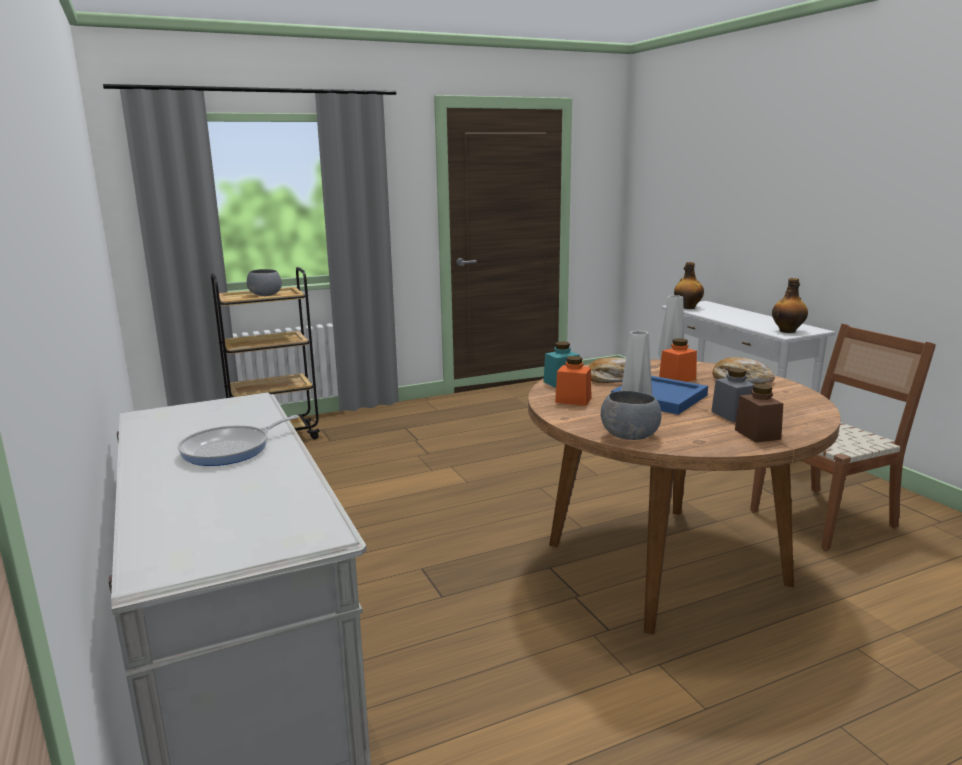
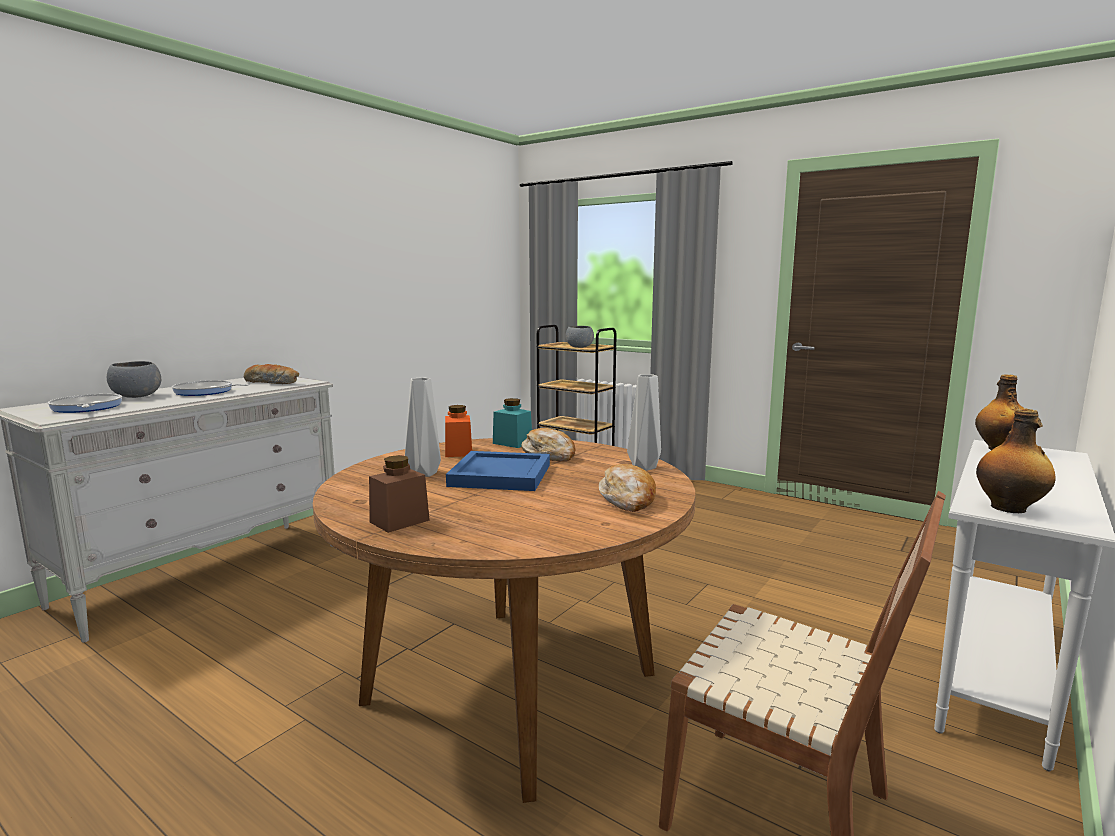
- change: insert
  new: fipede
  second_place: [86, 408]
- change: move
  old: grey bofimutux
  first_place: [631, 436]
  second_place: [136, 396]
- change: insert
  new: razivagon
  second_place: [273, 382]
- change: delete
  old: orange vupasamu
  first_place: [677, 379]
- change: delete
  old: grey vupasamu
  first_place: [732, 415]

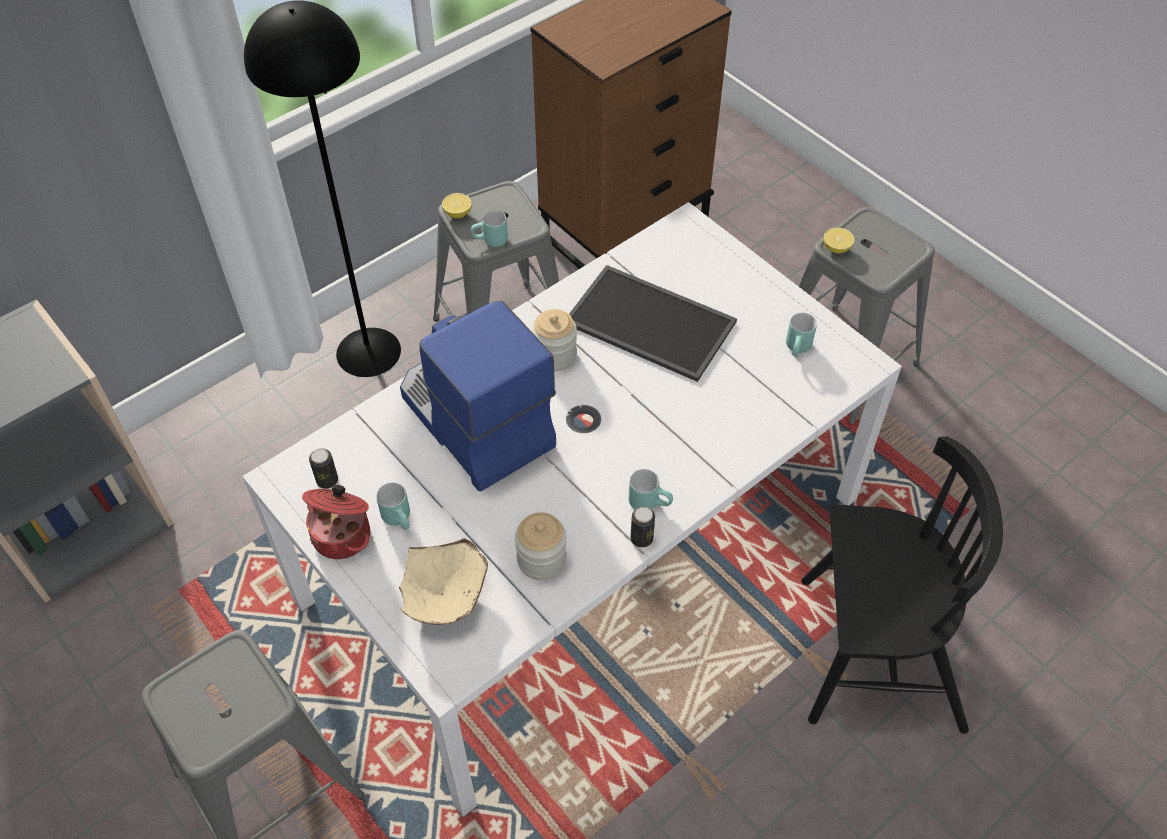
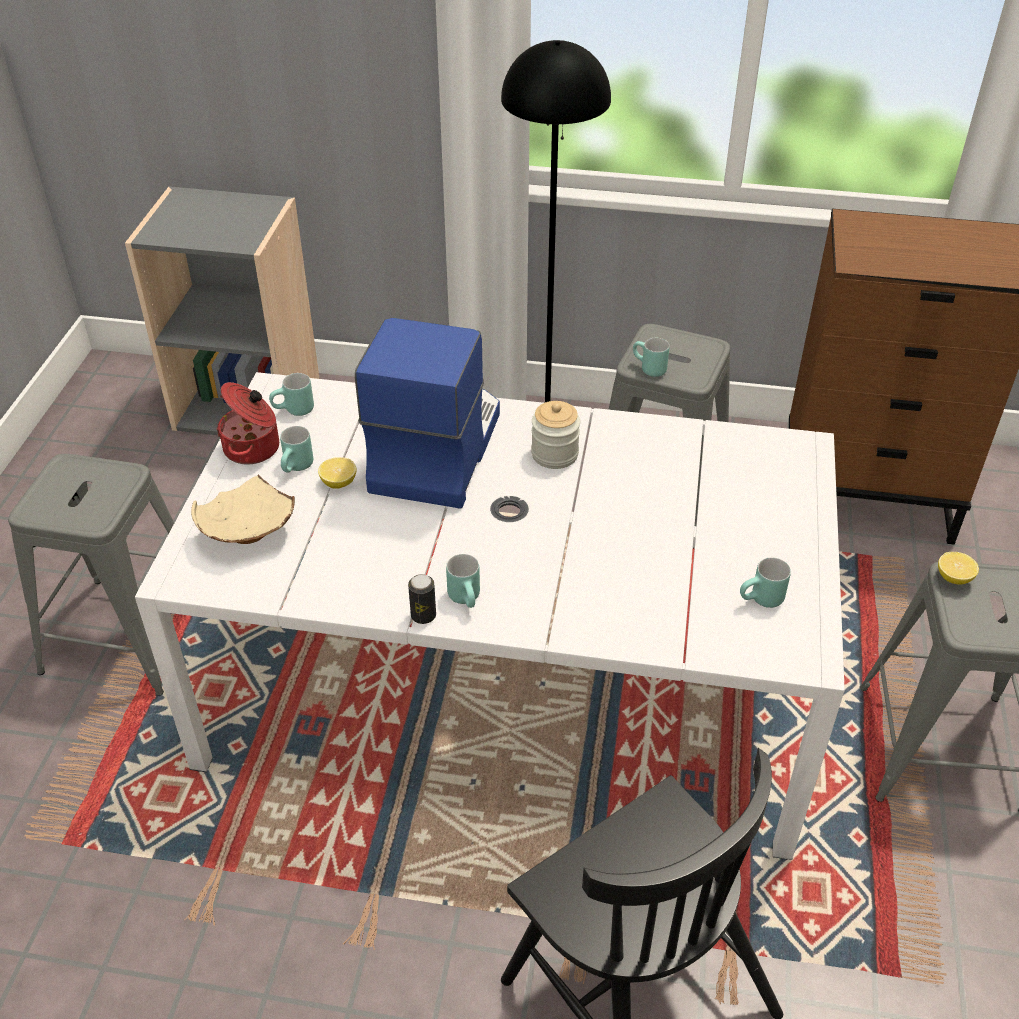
- change: replace
  old: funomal
  new: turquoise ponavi
  first_place: [327, 480]
  second_place: [294, 411]
- change: move
  old: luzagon
  first_place: [457, 213]
  second_place: [339, 483]
- change: delete
  old: vupasamu
  first_place: [541, 559]
- change: delete
  old: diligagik
  first_place: [652, 322]

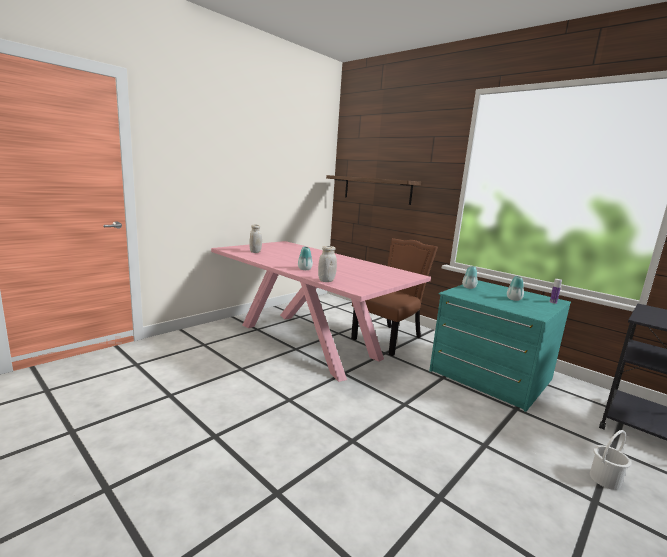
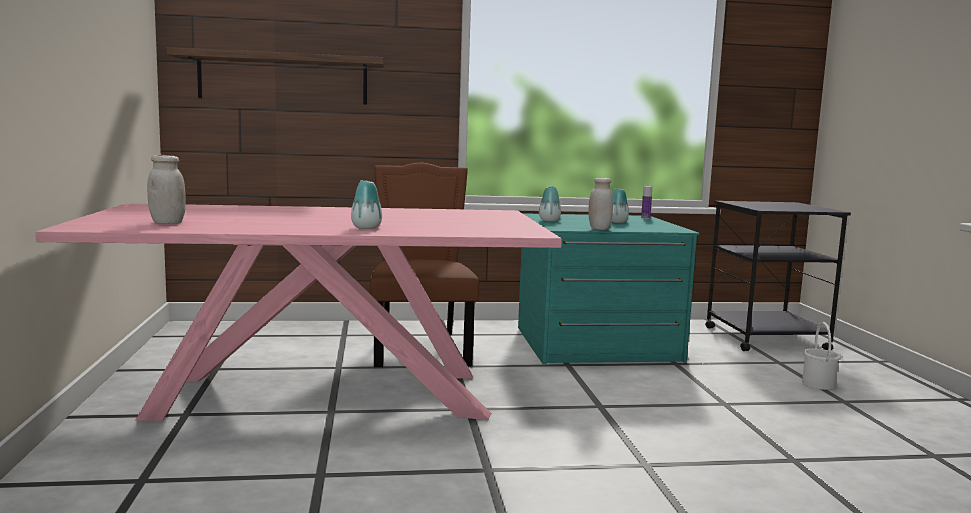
- change: move
  old: white vupasamu
  first_place: [326, 280]
  second_place: [599, 229]

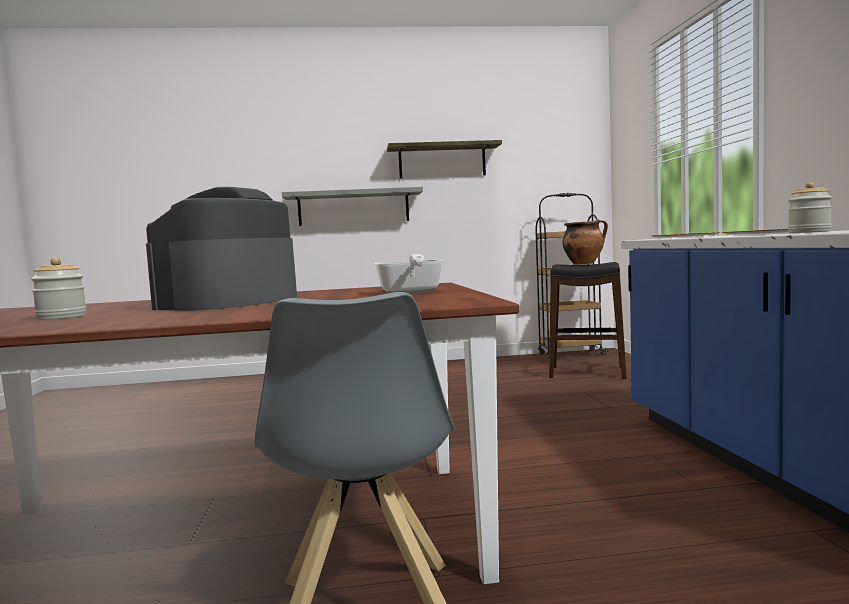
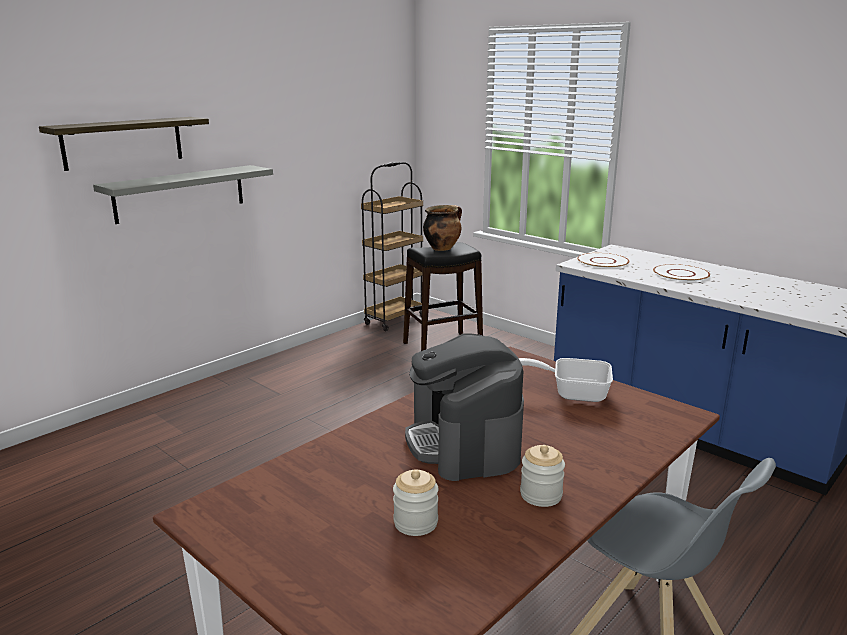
- change: move
  old: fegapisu
  first_place: [442, 161]
  second_place: [123, 142]
- change: rotate
  old: fipede
  first_place: [409, 293]
  second_place: [572, 392]
  degrees: 150
- change: move
  old: vupasamu
  first_place: [809, 232]
  second_place: [541, 495]

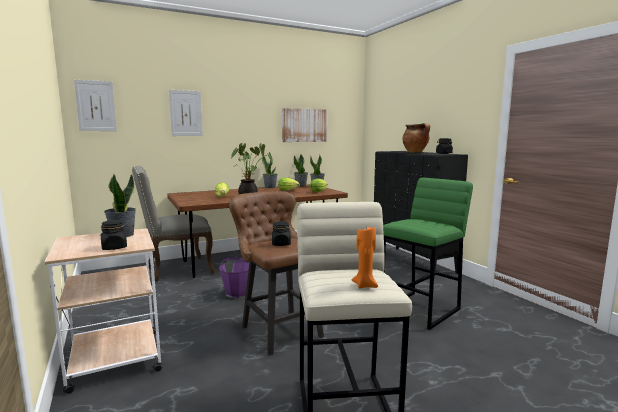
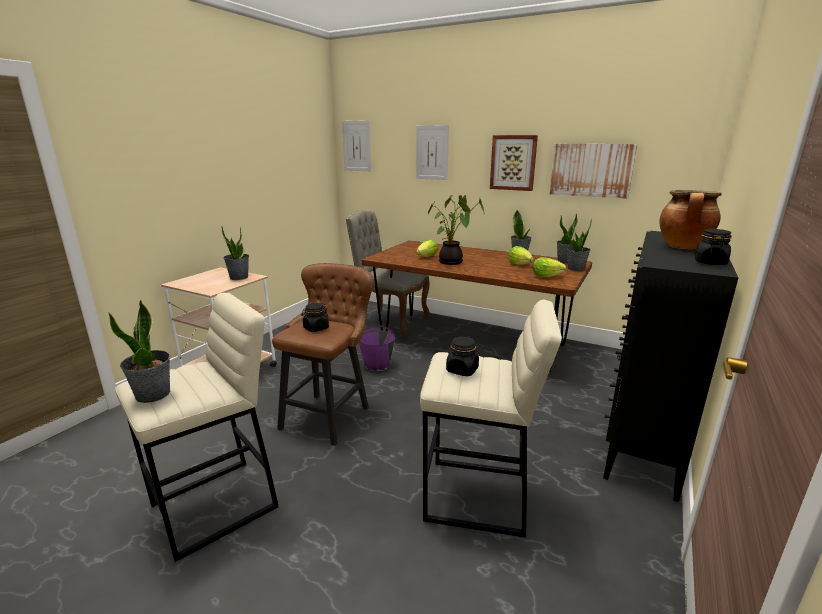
- change: replace
  old: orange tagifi
  new: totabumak
  first_place: [365, 285]
  second_place: [153, 394]
- change: recolor
  old: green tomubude
  new: beige tomubude
  first_place: [421, 309]
  second_place: [479, 496]
- change: move
  old: black vupasamu
  first_place: [114, 247]
  second_place: [462, 370]
- change: insert
  new: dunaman
  second_place: [513, 162]

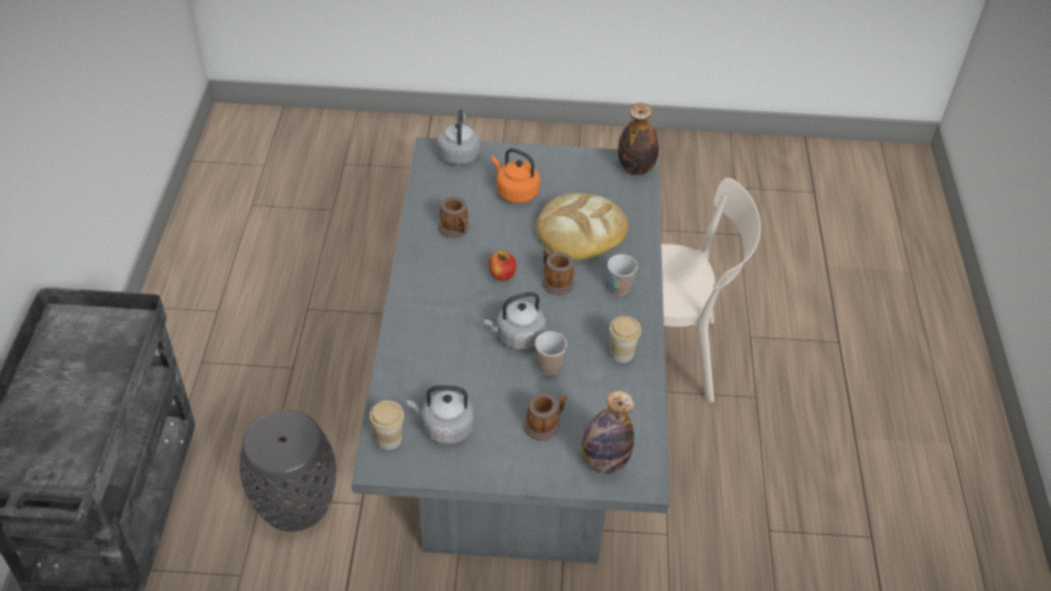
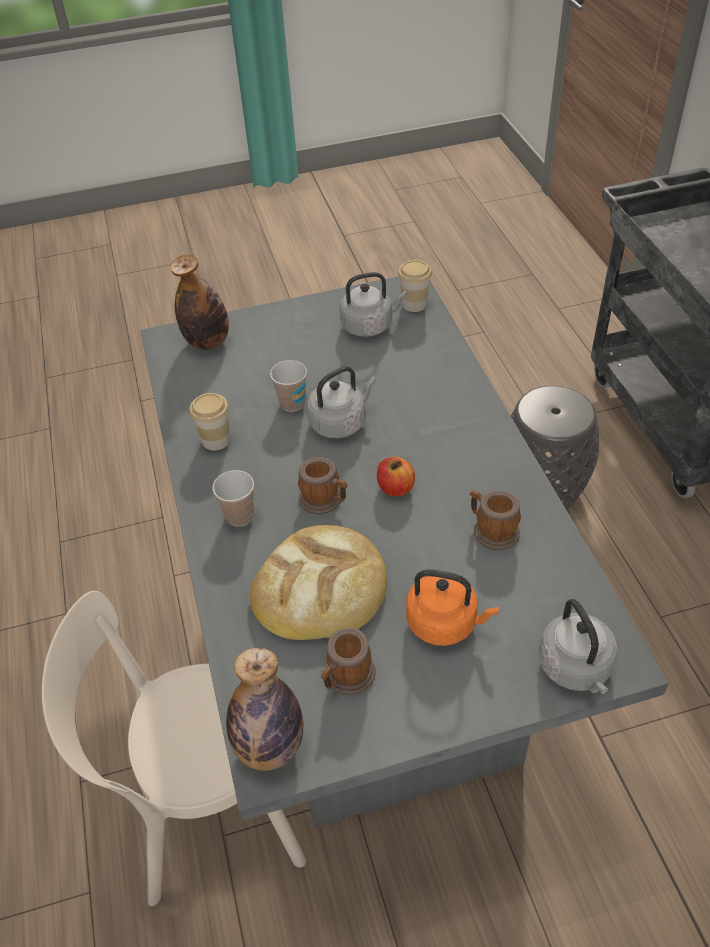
- change: move
  old: ponavi
  first_place: [545, 424]
  second_place: [346, 677]

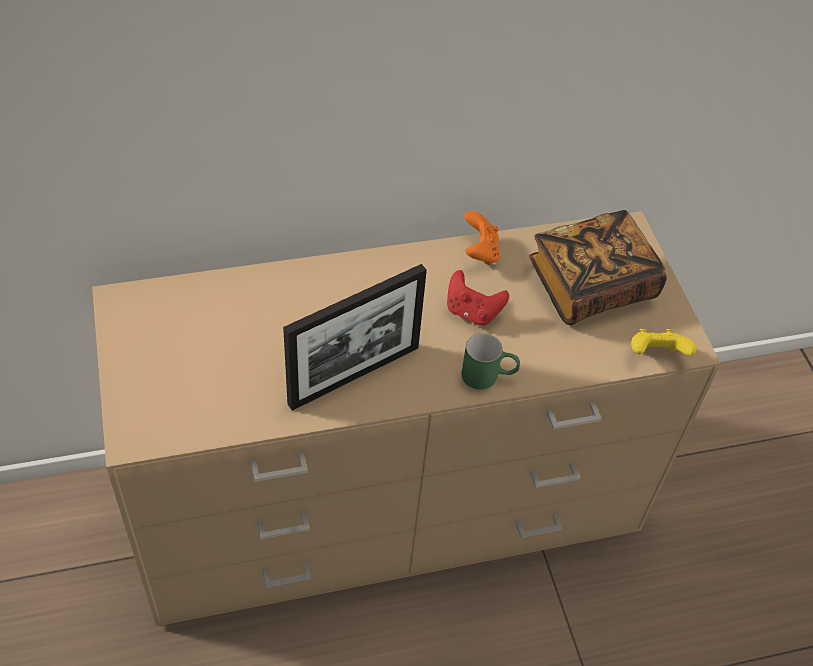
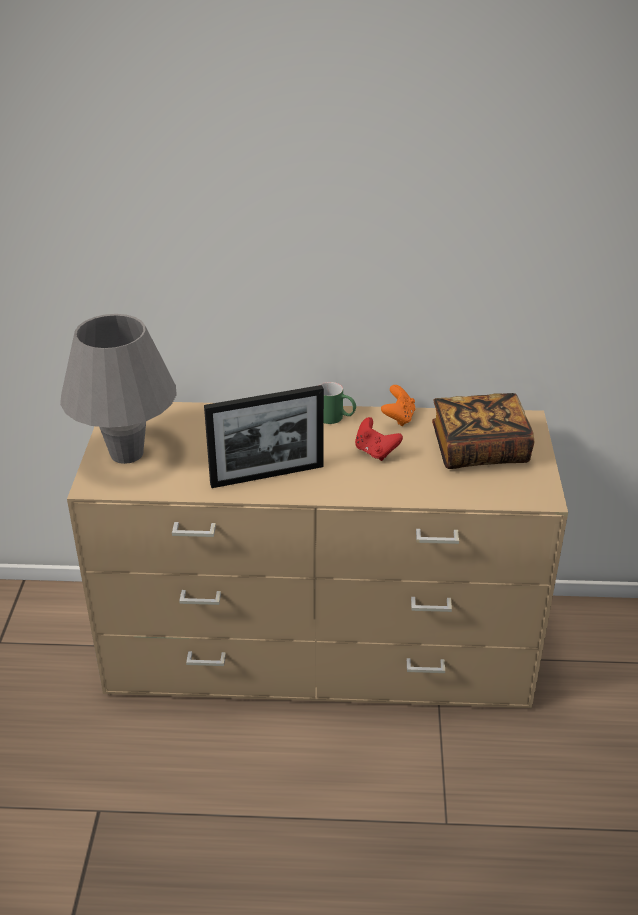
- change: insert
  new: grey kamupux
  second_place: [126, 454]
- change: move
  old: green ponavi
  first_place: [488, 376]
  second_place: [336, 418]
- change: delete
  old: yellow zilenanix
  first_place: [655, 355]

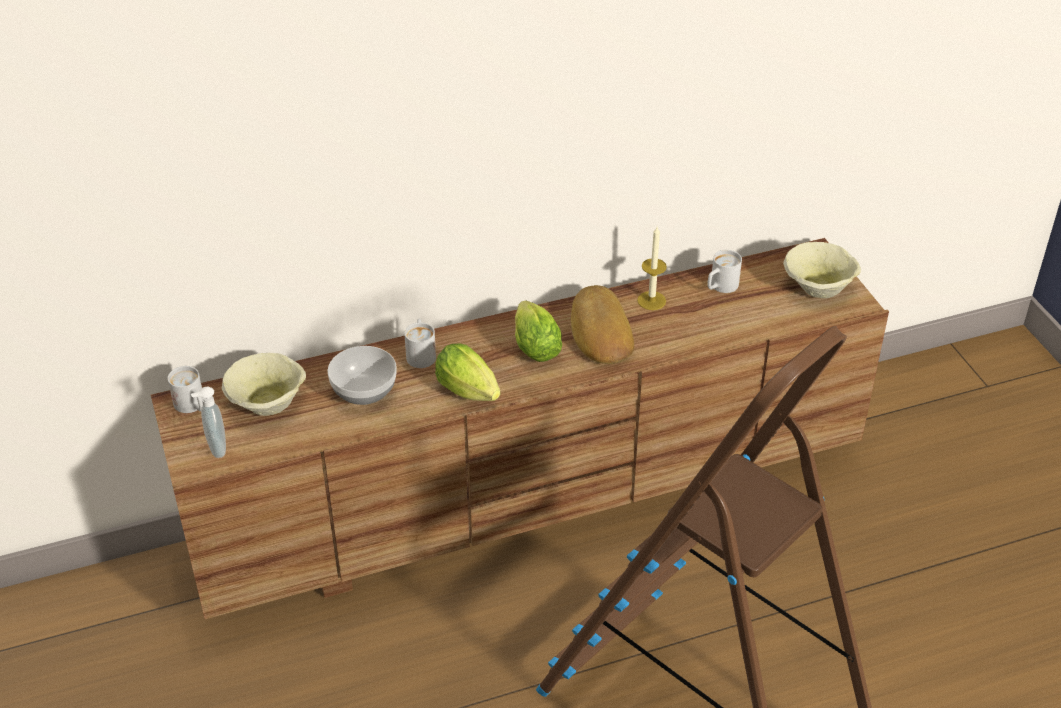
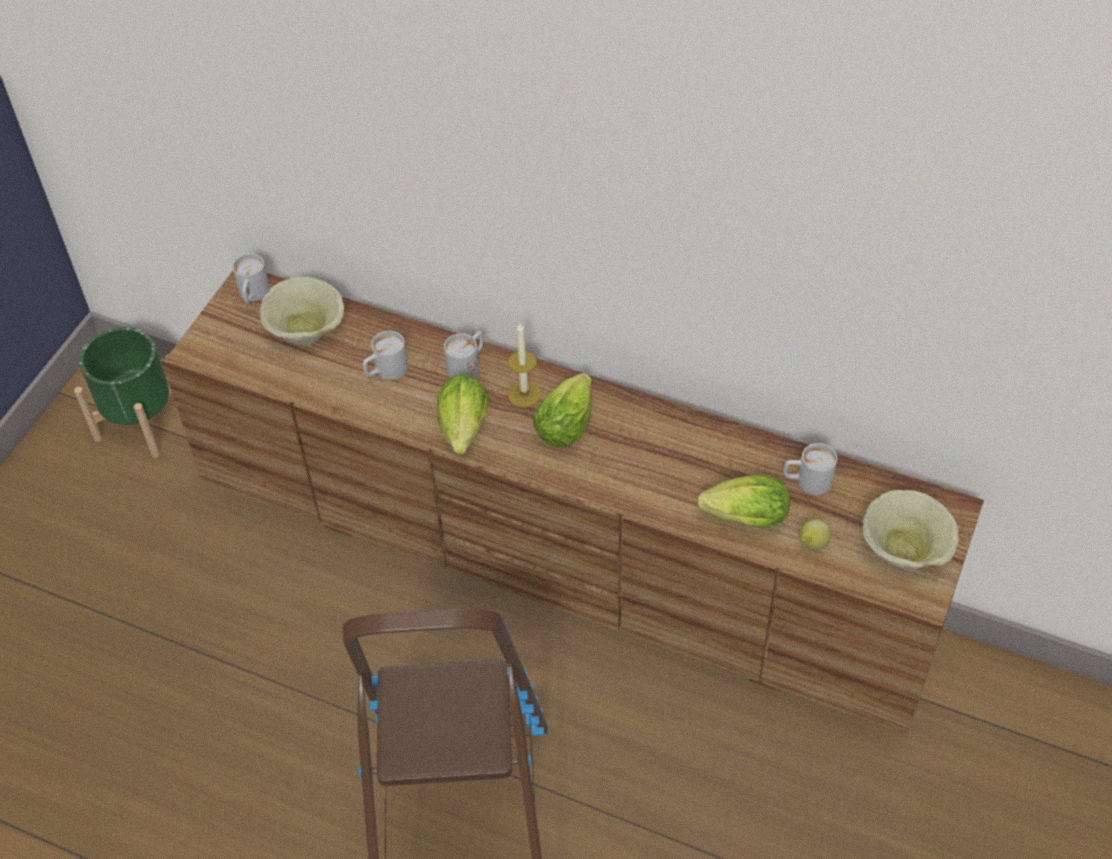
- change: insert
  new: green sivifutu
  second_place: [141, 422]
- change: replace
  old: bofimutux
  new: white ponavi
  first_place: [365, 392]
  second_place: [385, 371]
- change: move
  old: tagifi
  first_place: [651, 300]
  second_place: [524, 394]
- change: insert
  new: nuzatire
  second_place: [741, 518]
- change: insert
  new: luzagon
  second_place: [812, 544]
- change: delete
  old: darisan
  first_place: [215, 449]
- change: delete
  old: razivagon
  first_place: [599, 332]

